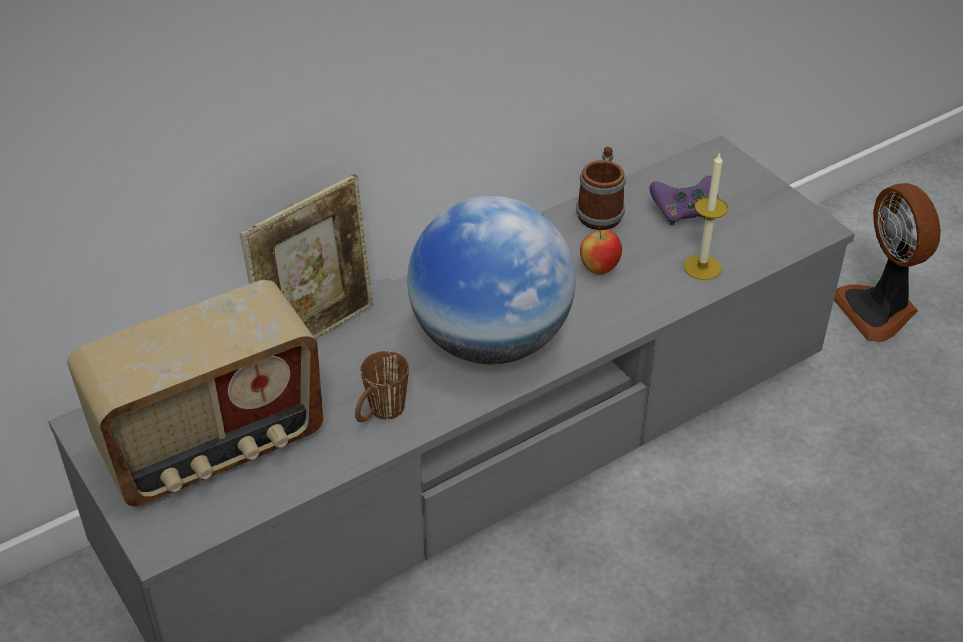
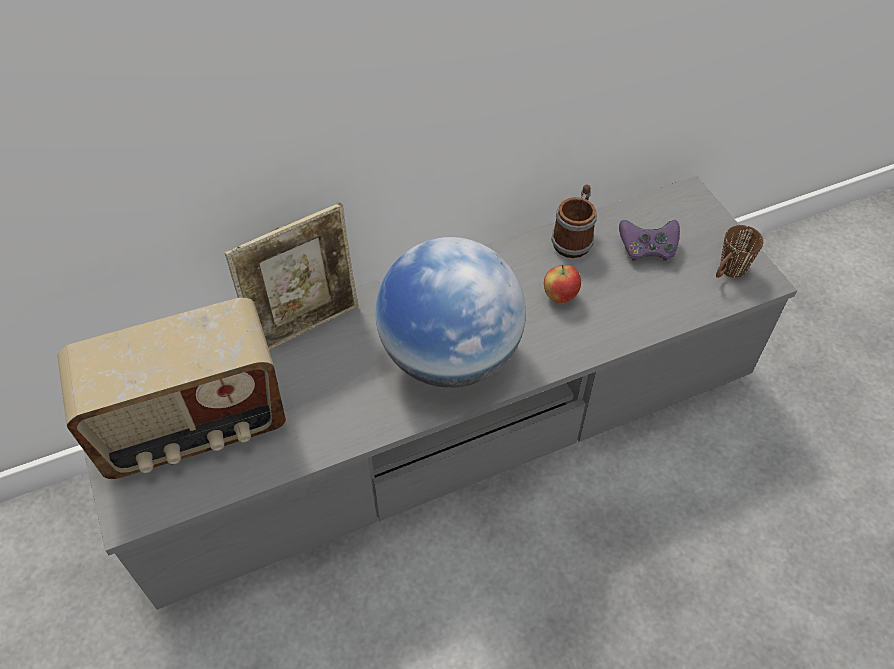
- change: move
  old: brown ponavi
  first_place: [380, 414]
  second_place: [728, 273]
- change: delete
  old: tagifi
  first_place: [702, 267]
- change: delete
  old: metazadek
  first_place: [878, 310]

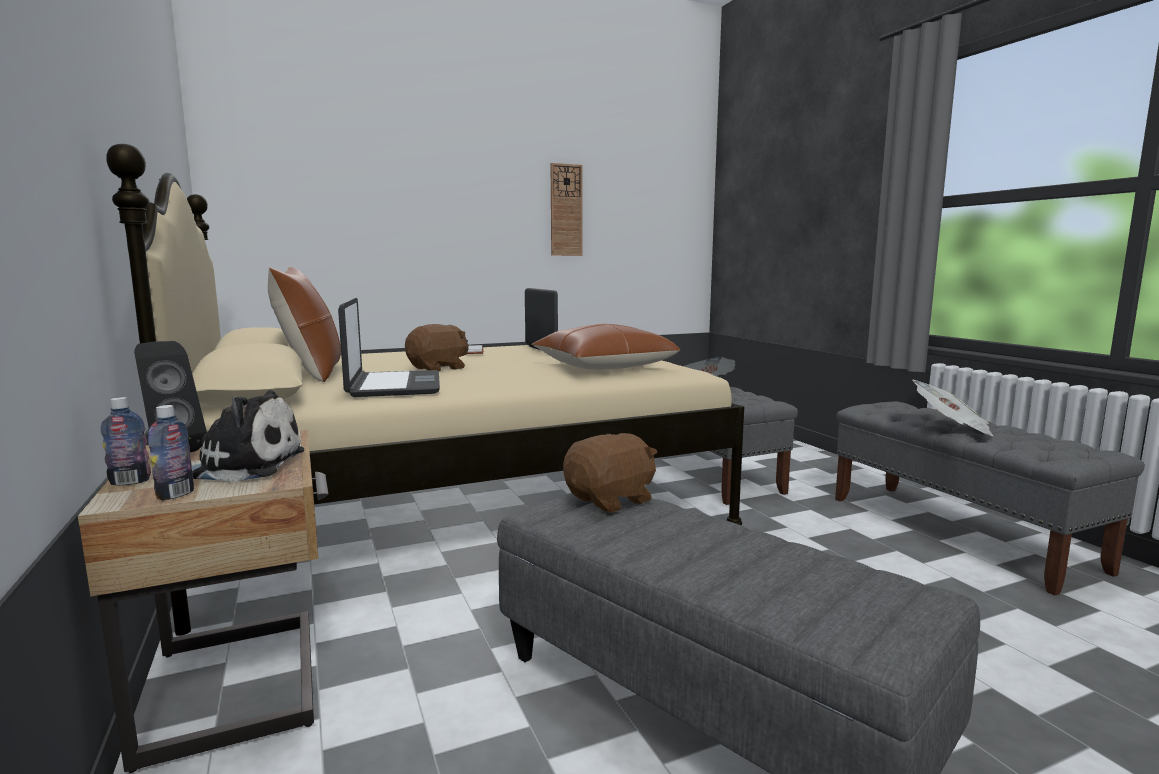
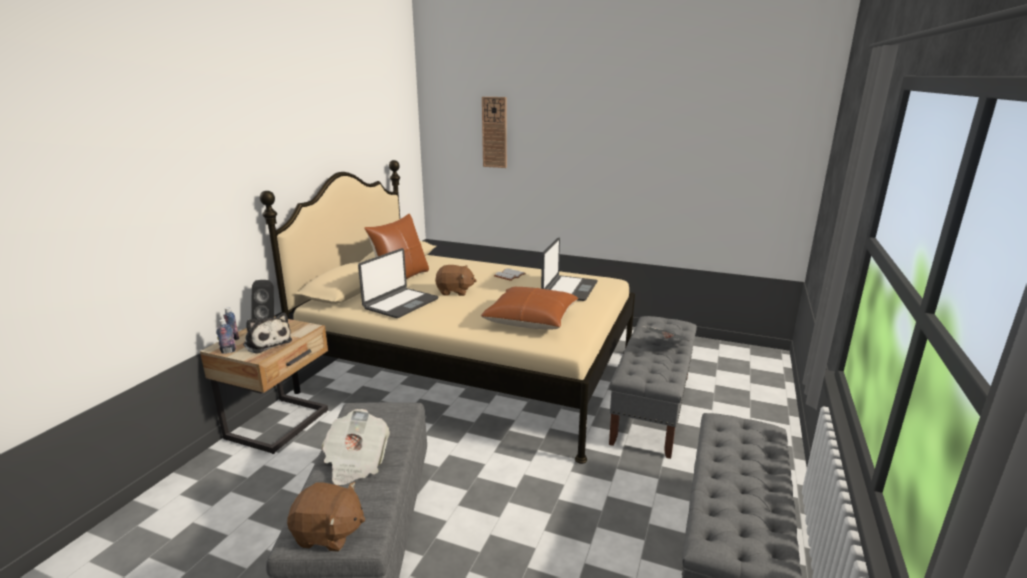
- change: move
  old: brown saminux
  first_place: [611, 500]
  second_place: [329, 534]
- change: move
  old: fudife
  first_place: [951, 428]
  second_place: [356, 462]
- change: move
  old: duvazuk
  first_place: [566, 210]
  second_place: [494, 132]

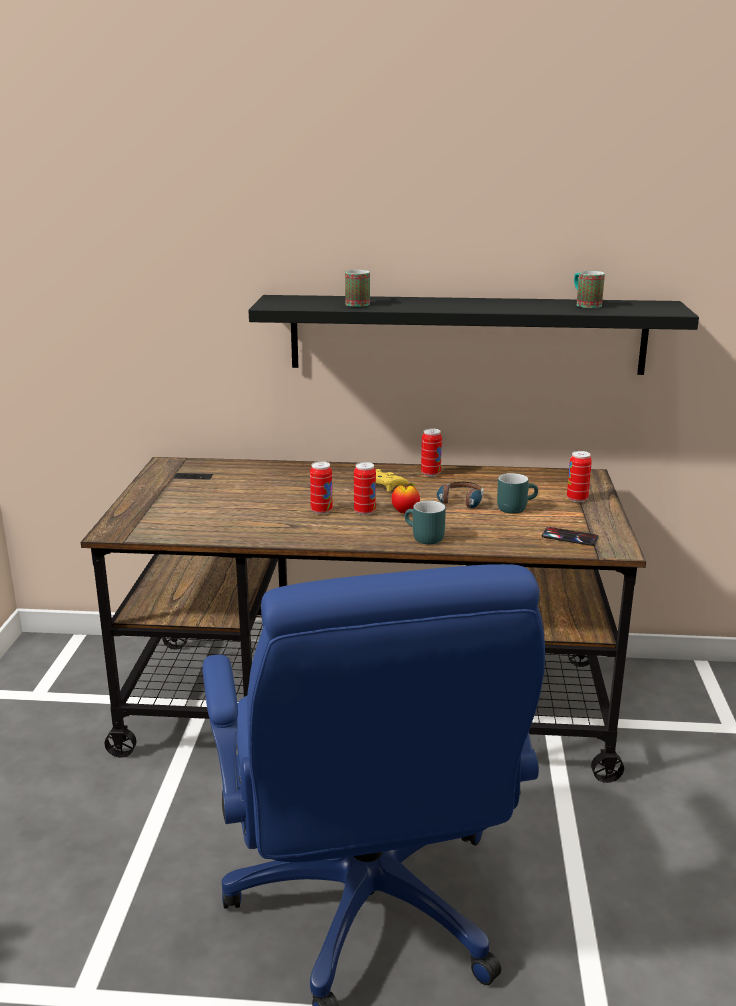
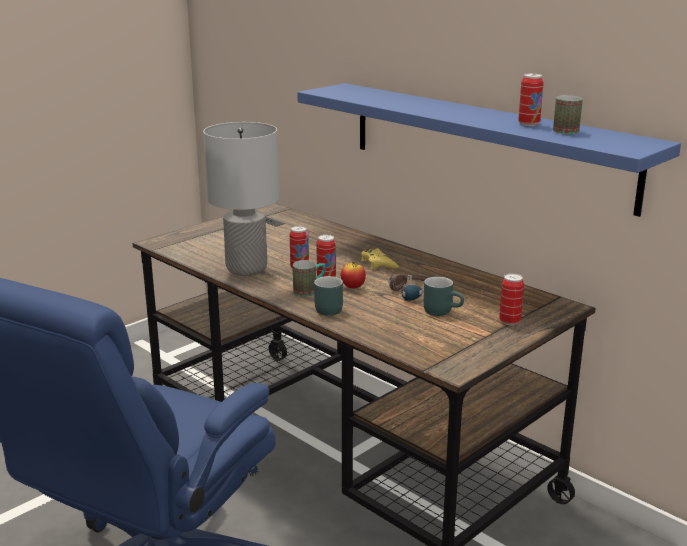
- change: insert
  new: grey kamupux
  second_place: [246, 271]
- change: move
  old: ponavi
  first_place: [360, 303]
  second_place: [309, 291]
- change: recolor
  old: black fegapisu
  new: blue fegapisu
  first_place: [467, 334]
  second_place: [485, 143]
- change: move
  old: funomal
  first_place: [430, 474]
  second_place: [528, 124]
- change: delete
  old: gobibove
  first_place: [569, 537]

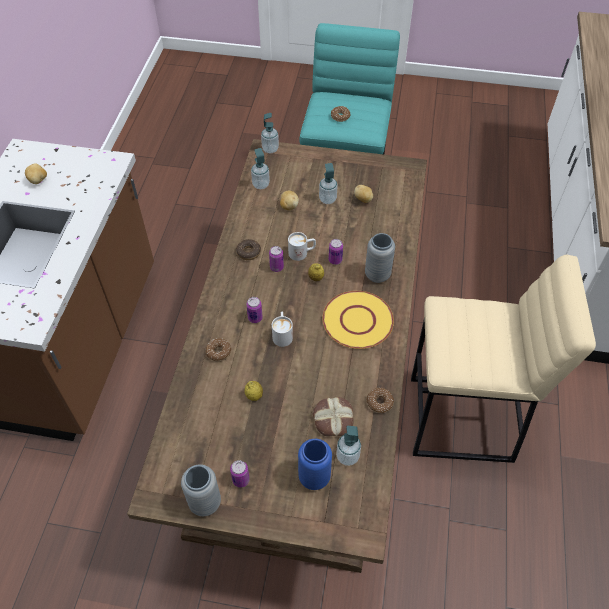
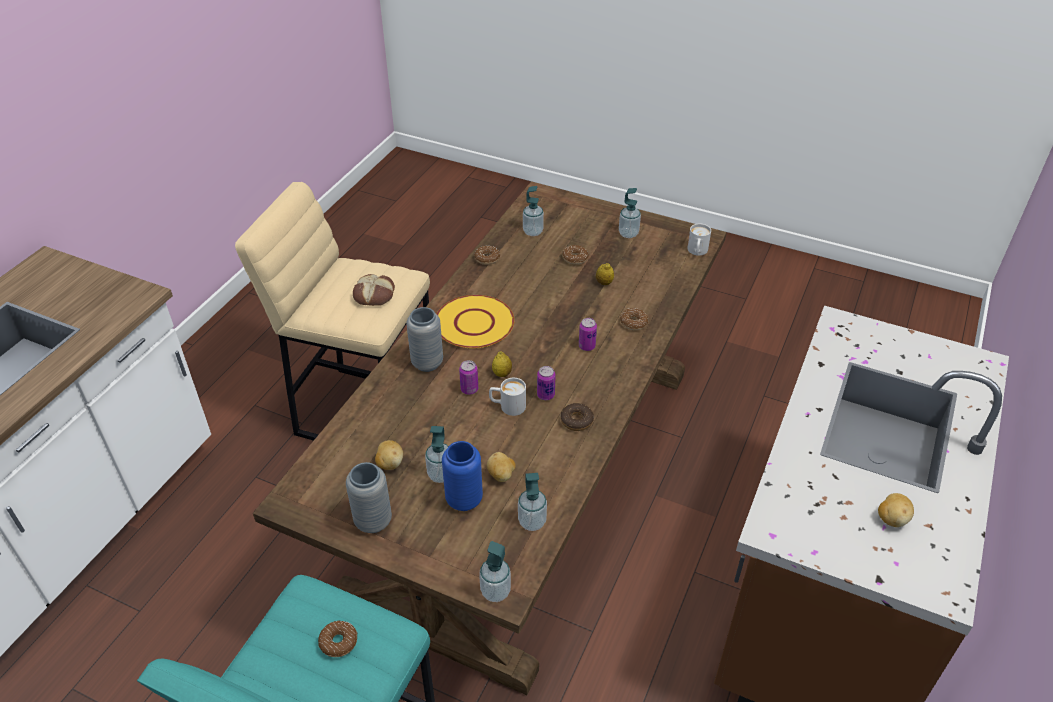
- change: move
  old: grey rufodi
  first_place: [205, 502]
  second_place: [373, 521]
- change: move
  old: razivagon
  first_place: [332, 419]
  second_place: [375, 295]
- change: move
  old: blue rufodi
  first_place: [314, 477]
  second_place: [464, 500]
- change: insert
  new: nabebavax
  second_place: [575, 258]
- change: replace
  old: funomal
  new: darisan
  first_place: [241, 480]
  second_place: [628, 233]
- change: move
  old: white ponavi
  first_place: [282, 334]
  second_place: [697, 252]

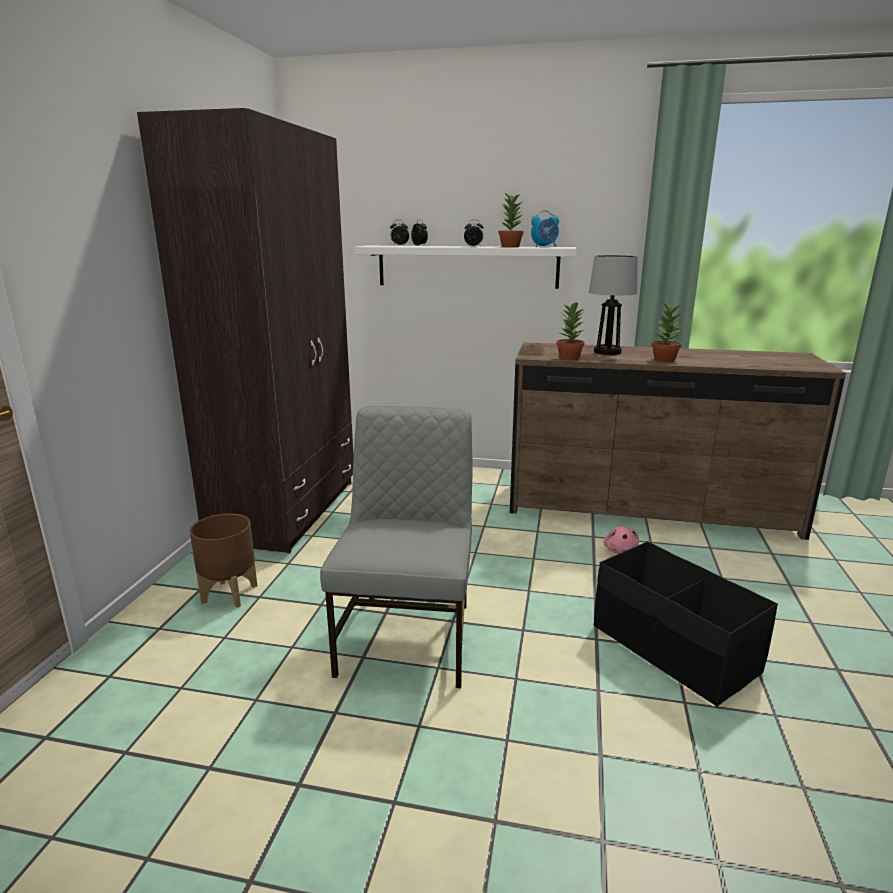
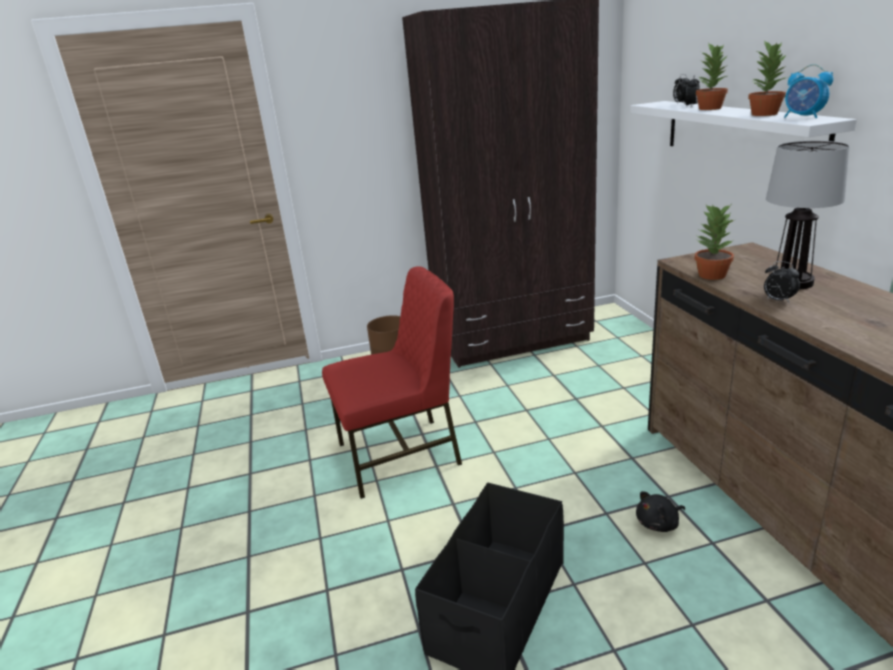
- change: recolor
  old: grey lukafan
  new: red lukafan
  first_place: [409, 637]
  second_place: [401, 455]
- change: recolor
  old: pink saminux
  new: black saminux
  first_place: [620, 550]
  second_place: [659, 524]
- change: move
  old: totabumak
  first_place: [664, 359]
  second_place: [710, 108]
- change: move
  old: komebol
  first_place: [473, 246]
  second_place: [778, 300]

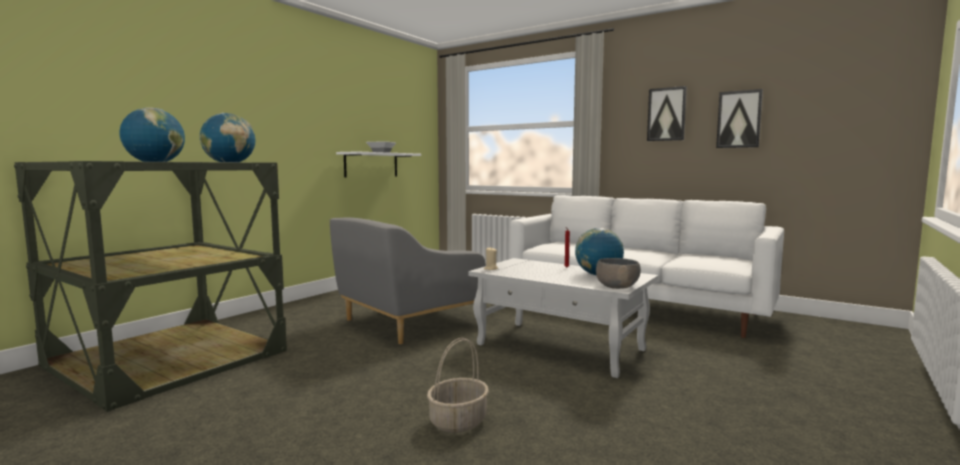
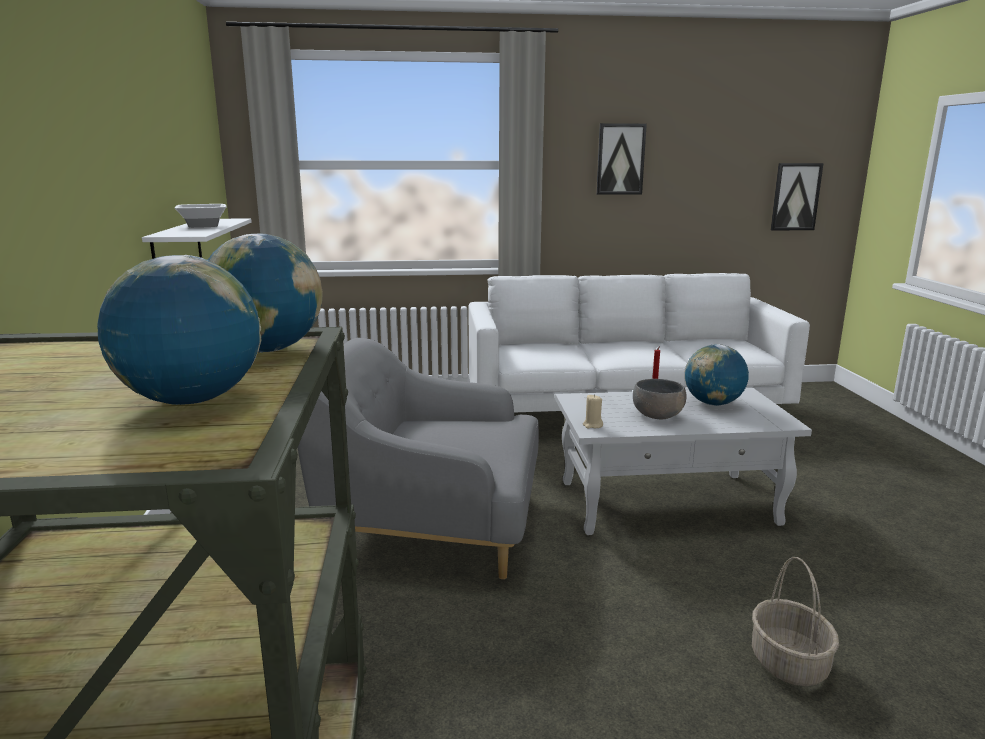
- change: rotate
  old: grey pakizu
  first_place: [414, 320]
  second_place: [432, 524]
  degrees: 90
- change: move
  old: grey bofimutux
  first_place: [616, 287]
  second_place: [657, 415]
- change: move
  old: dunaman
  first_place: [739, 119]
  second_place: [795, 197]

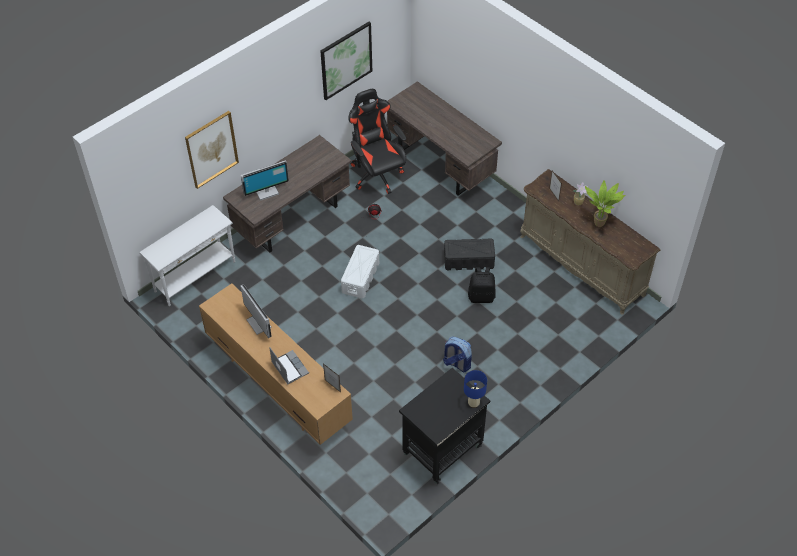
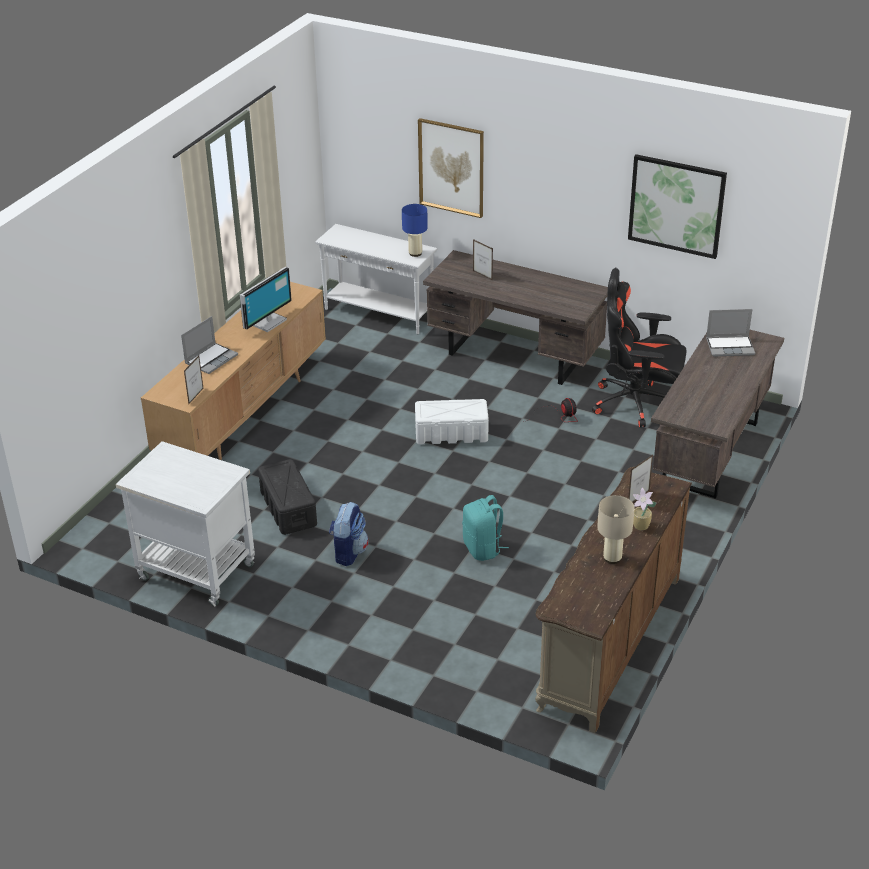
- change: recolor
  old: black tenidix
  new: white tenidix
  first_place: [442, 450]
  second_place: [196, 572]
- change: move
  old: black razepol
  first_place: [468, 260]
  second_place: [288, 508]
- change: move
  old: blue kamupux
  first_place: [473, 403]
  second_place: [415, 253]
- change: recolor
  old: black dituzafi
  new: turquoise dituzafi
  first_place: [481, 296]
  second_place: [483, 549]
- change: replace
  old: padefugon
  new: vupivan
  first_place: [266, 191]
  second_place: [482, 275]
- change: rotate
  old: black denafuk
  first_place: [378, 177]
  second_place: [639, 404]
  degrees: -120
- change: replace
  old: totabumak
  new: beige kamupux
  first_place: [600, 223]
  second_place: [612, 558]
- change: insert
  new: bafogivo
  second_place: [730, 346]

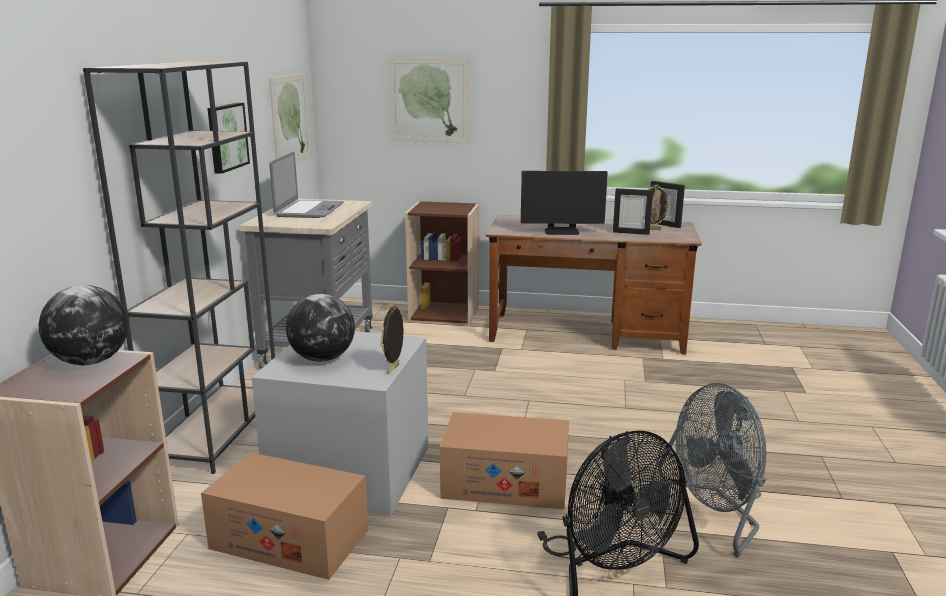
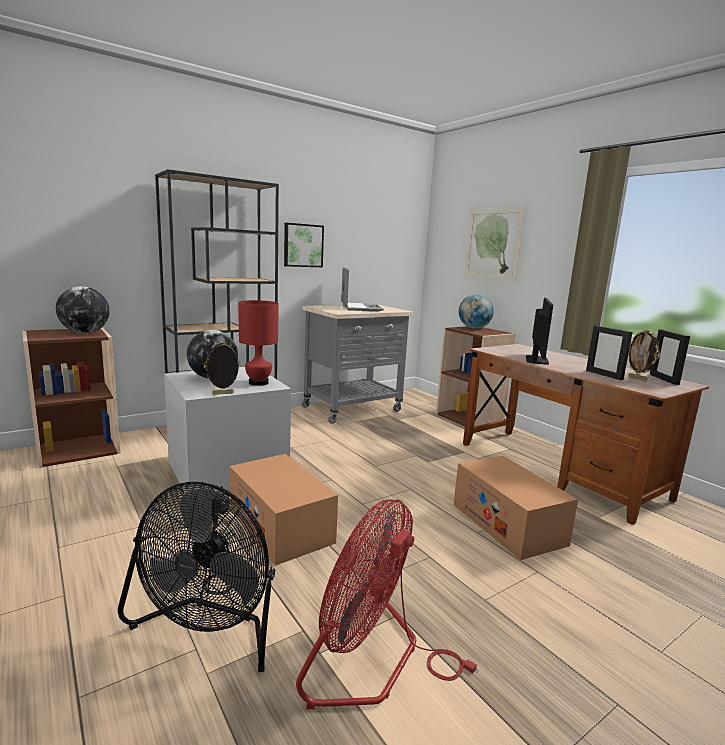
- change: insert
  new: red kamupux
  second_place: [258, 383]
- change: recolor
  old: grey metazadek
  new: red metazadek
  first_place: [718, 510]
  second_place: [381, 658]
- change: rotate
  old: bafogivo
  first_place: [309, 210]
  second_place: [360, 308]
  degrees: -60
- change: move
  old: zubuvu
  first_place: [289, 539]
  second_place: [507, 524]
- change: insert
  new: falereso
  second_place: [474, 328]
- change: rotate
  old: padefugon
  first_place: [561, 232]
  second_place: [536, 360]
  degrees: -120
- change: delete
  old: dunaman
  first_place: [290, 119]

